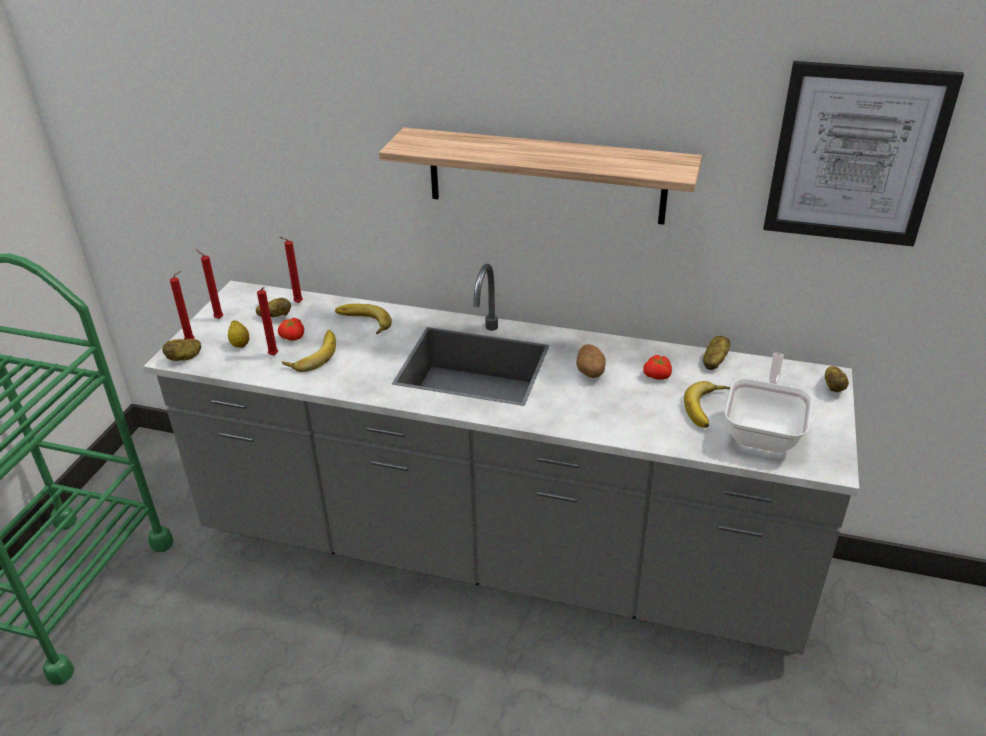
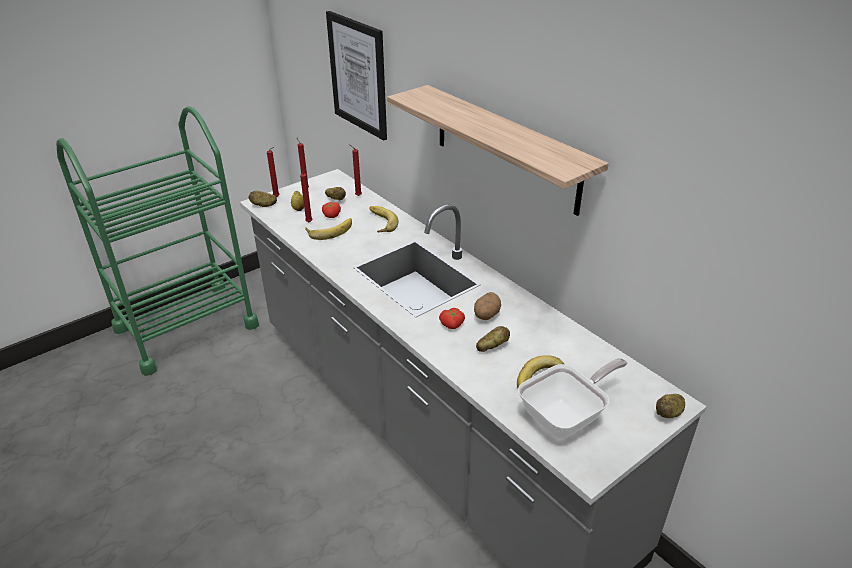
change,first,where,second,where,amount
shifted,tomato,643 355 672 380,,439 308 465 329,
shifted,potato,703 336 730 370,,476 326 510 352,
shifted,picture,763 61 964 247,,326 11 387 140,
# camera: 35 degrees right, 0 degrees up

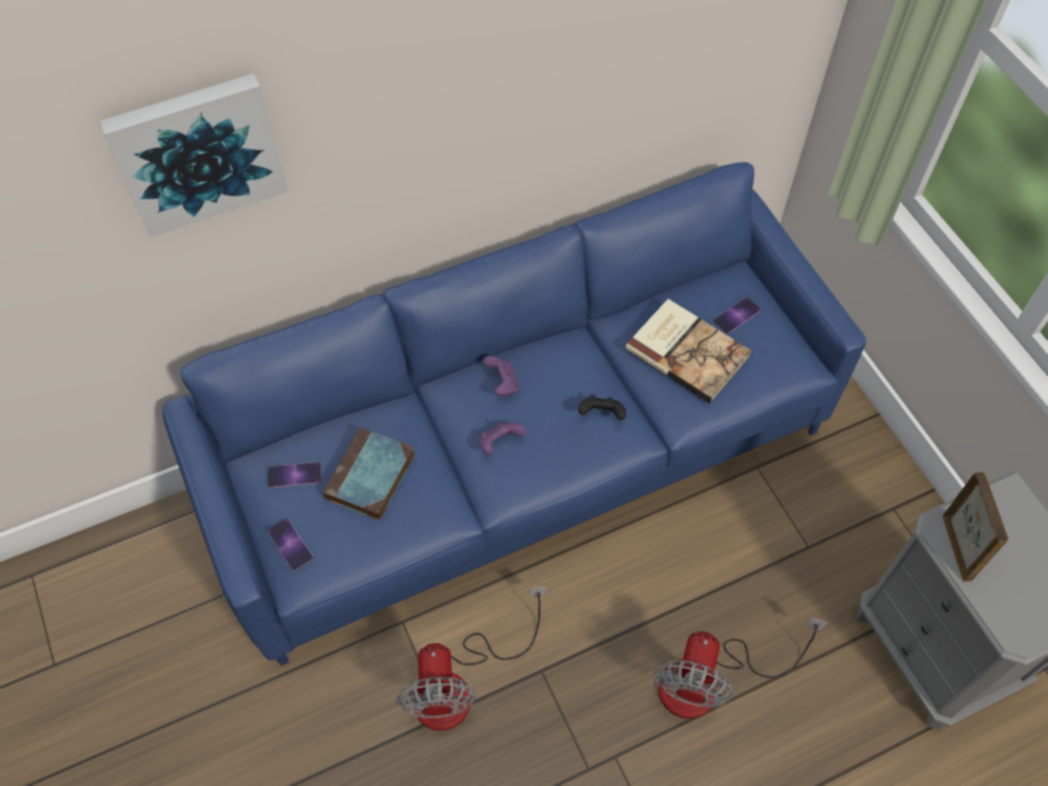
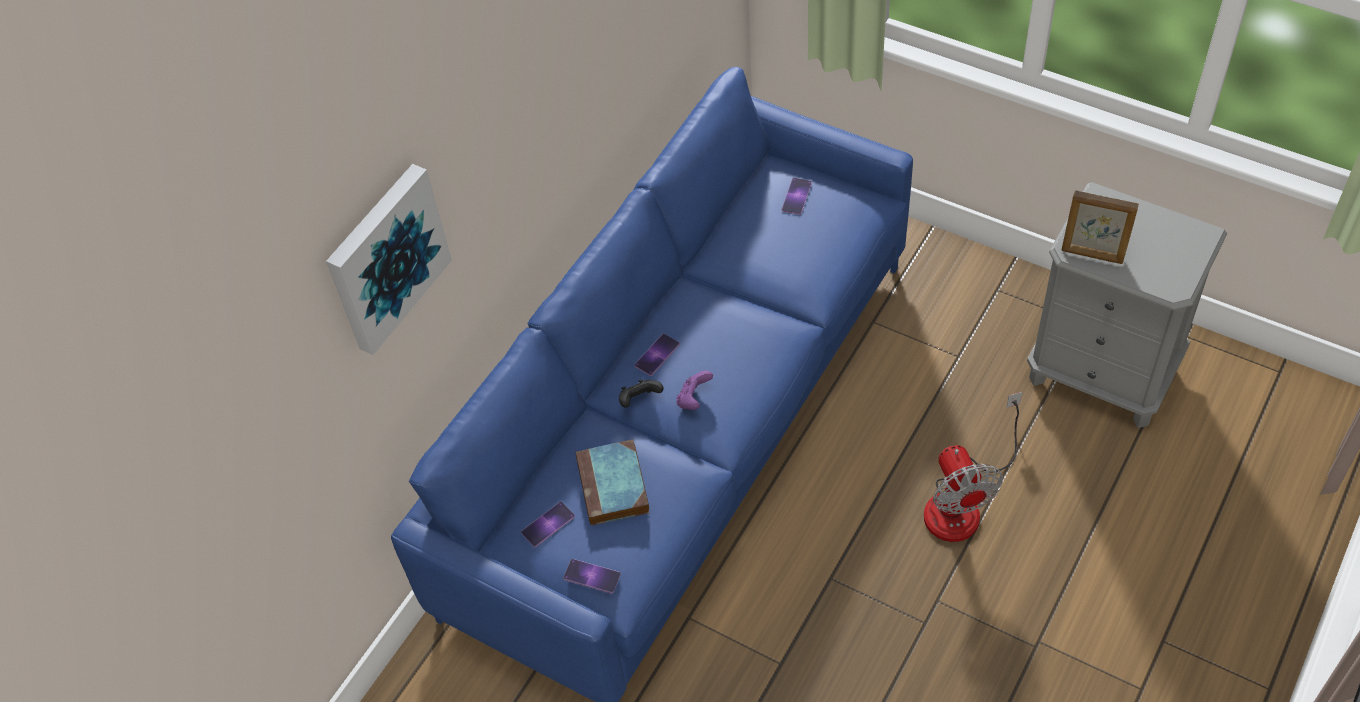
change,first,where,second,where,amount
gone,fan,396 587 546 731,,,
gone,book,626 299 752 404,,,
shifted,black game controller,578 395 626 420,,619 379 664 408,
swapped,purple game controller,483 356 519 396,phone,635 334 680 376,
rotated,picture frame,942 472 1008 582,,1062 190 1139 264,150 degrees clockwise
# camera: 30 degrees left, 5 degrees down

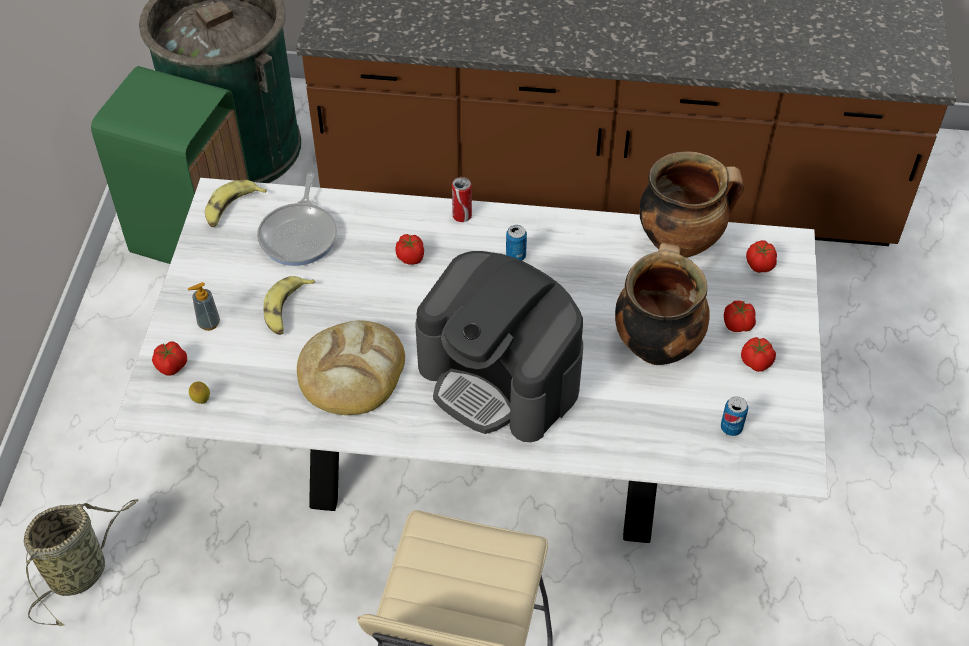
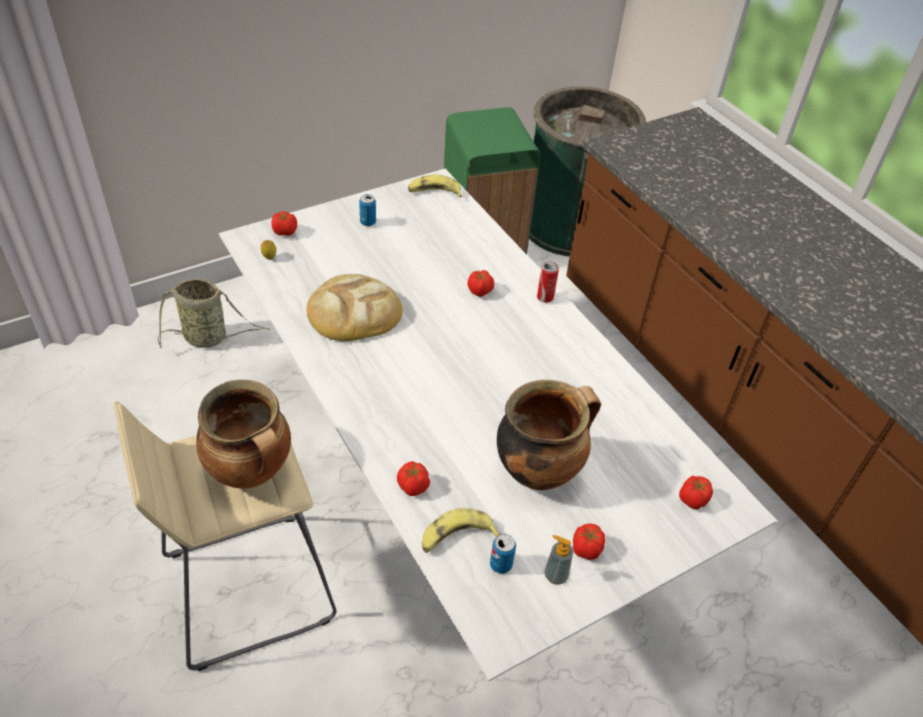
change,first,where,second,where,amount
gone,frying pan,257 173 337 266,,,
gone,coffee machine,415 251 583 442,,,
shifted,soap dispenser,188 282 220 331,,544 535 573 585,
shifted,banana,264 276 315 335,,422 508 501 553,
shifted,can,506 225 527 261,,359 194 376 226,
shifted,cooking pot,639 151 744 258,,196 380 291 489,
shifted,tomato,724 300 756 332,,397 461 430 496,
# camera: 50 degrees right, 5 degrees down

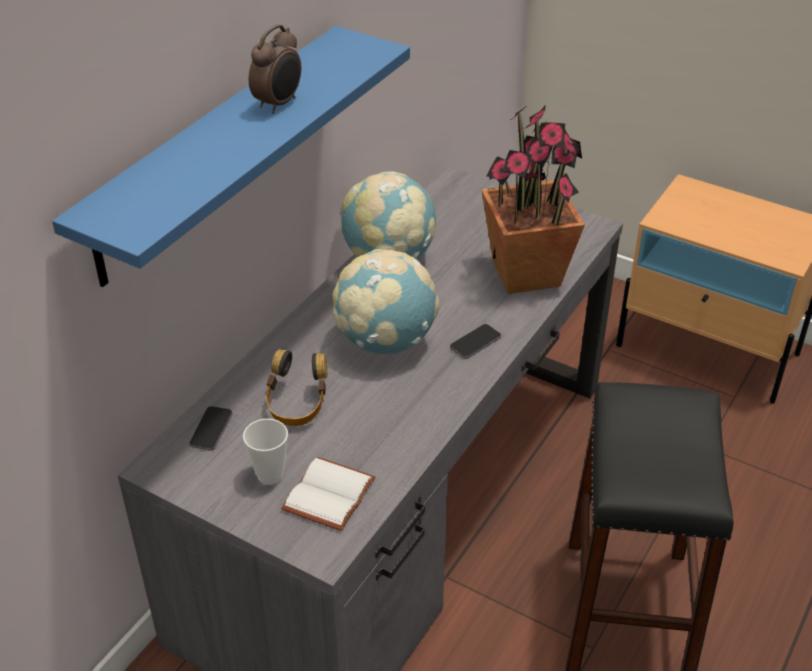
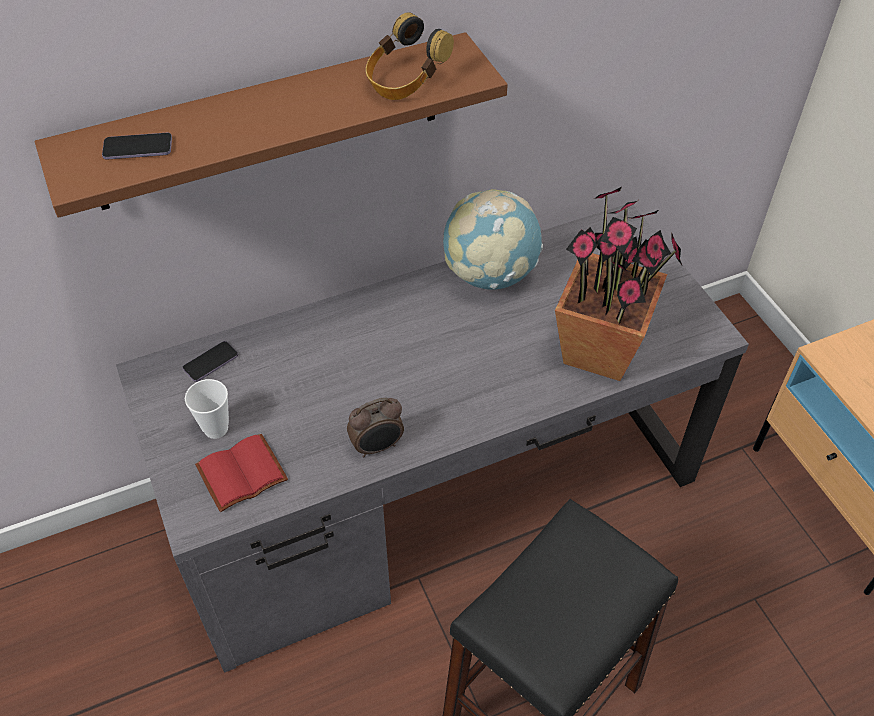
change,first,where,second,where,amount
gone,globe,333 249 439 354,,,
shifted,alarm clock,249 24 301 114,,347 398 404 458,
shifted,headphones,265 349 327 426,,365 12 454 100,
shifted,phone,450 324 501 358,,102 133 172 160,
repainted,blue shelf,52 26 410 287,brown shelf,35 32 508 218,
repainted,white book,281 457 375 531,red book,195 434 288 512,
# camera: 35 degrees right, 10 degrees up

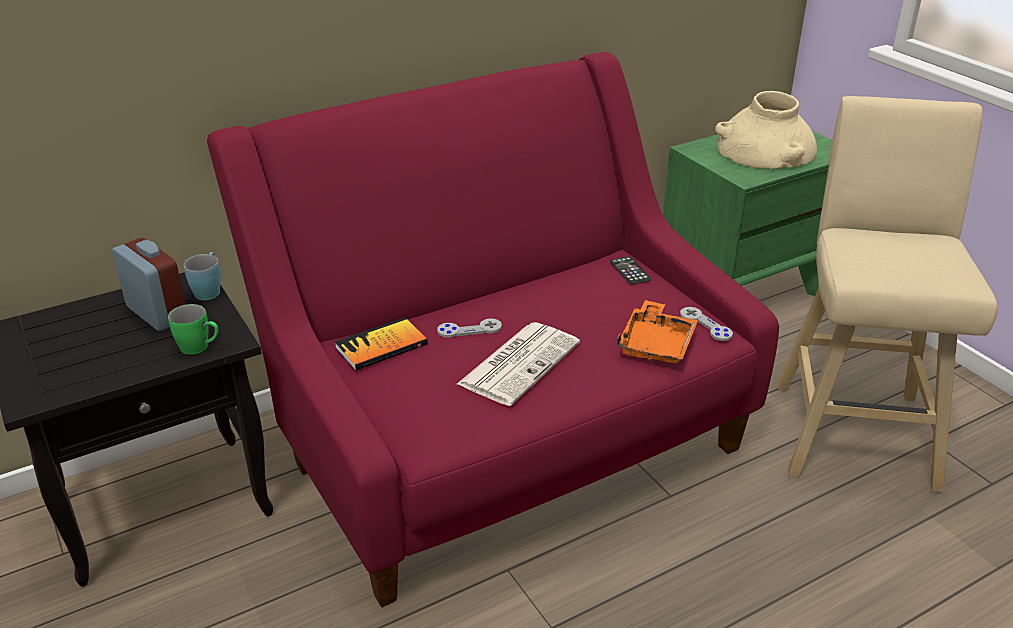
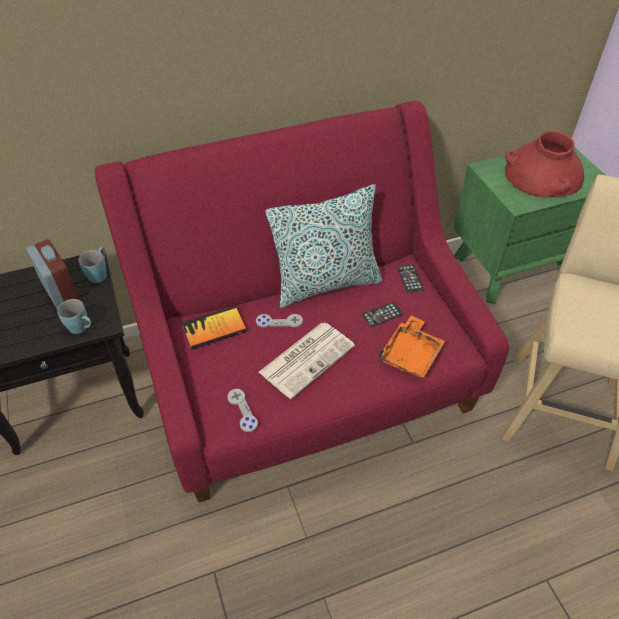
change,first,where,second,where,amount
new,,,pillow,265 184 382 308,
new,,,phone,362 302 403 327,
shifted,grey game controller,680 307 733 341,,227 389 258 432,
repainted,green mug,168 304 219 355,blue mug,57 299 91 334,
repainted,beige vase,715 91 817 169,red vase,505 131 584 198,
# camera: 10 degrees right, 15 degrees up

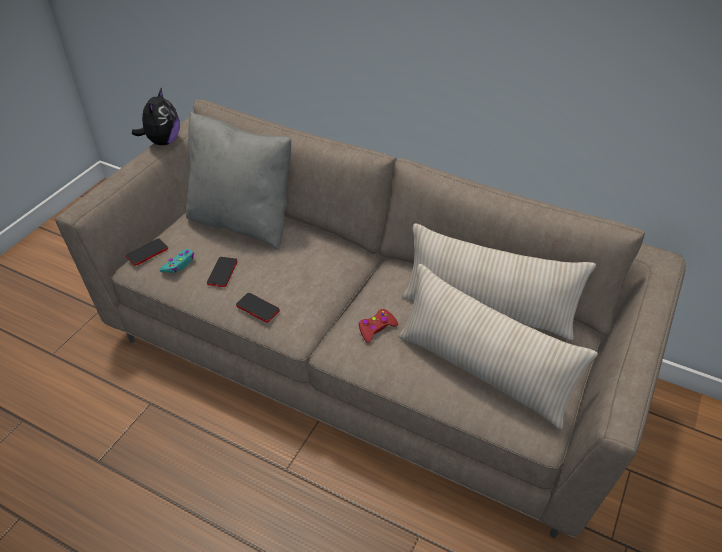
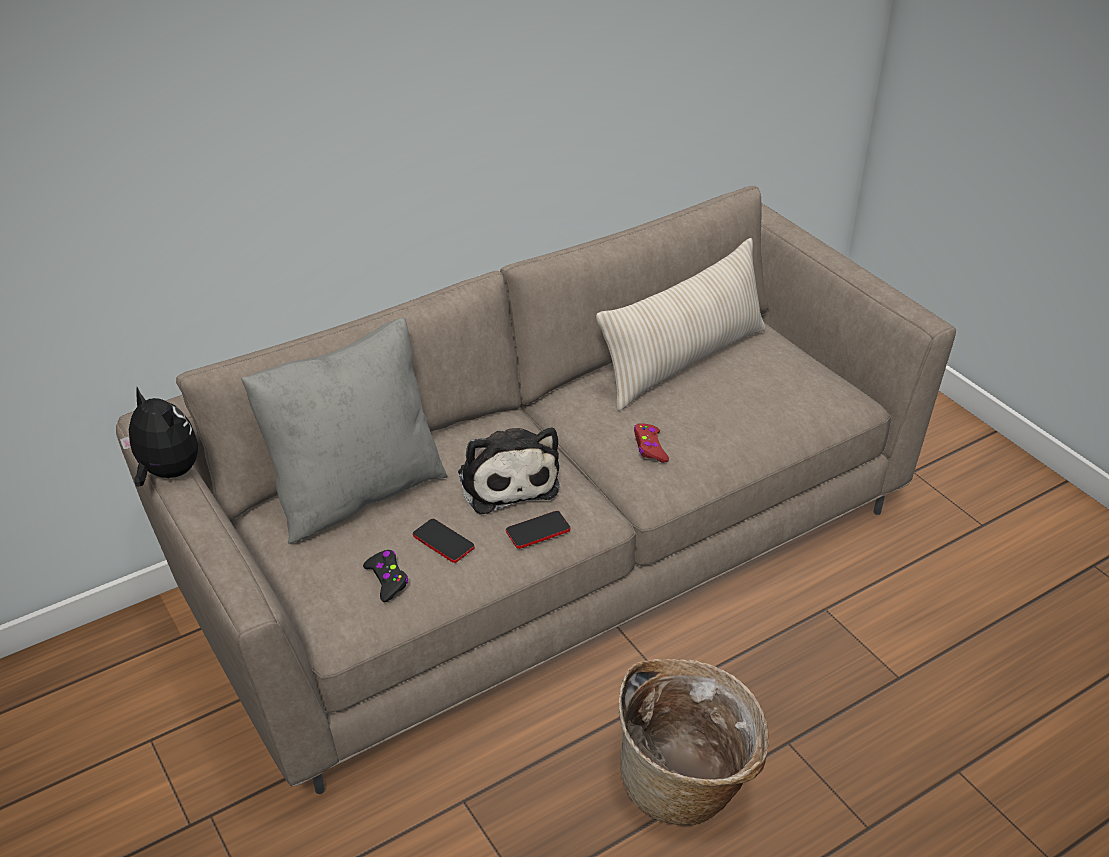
change,first,where,second,where,amount
gone,phone,126 238 168 266,,,
gone,beige pillow,398 264 598 429,,,
new,,,plush toy,458 427 560 515,
new,,,basket,619 659 769 826,
repainted,turquoise game controller,159 249 194 273,black game controller,363 550 408 602,
# camera: 60 degrees left, 5 degrees down

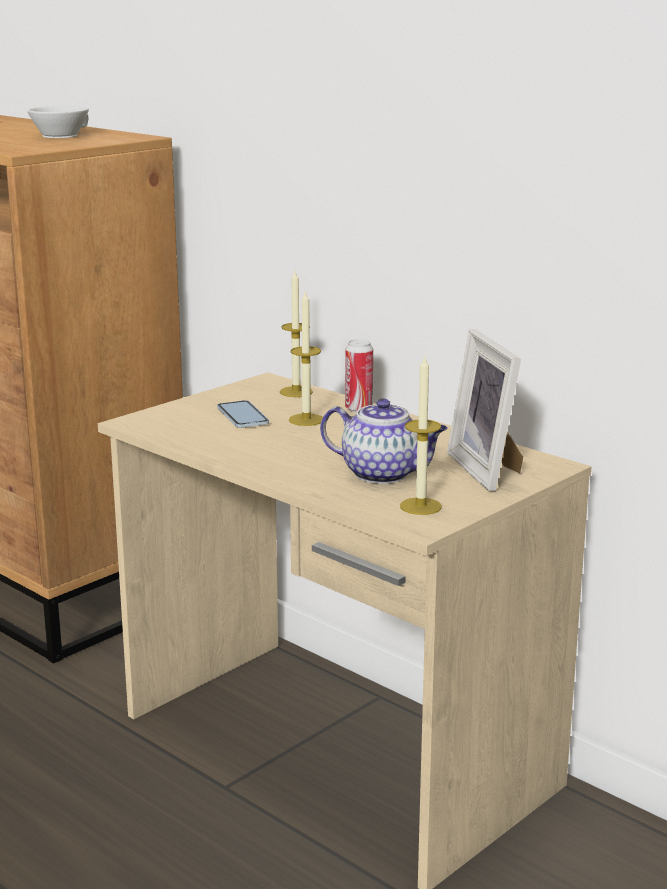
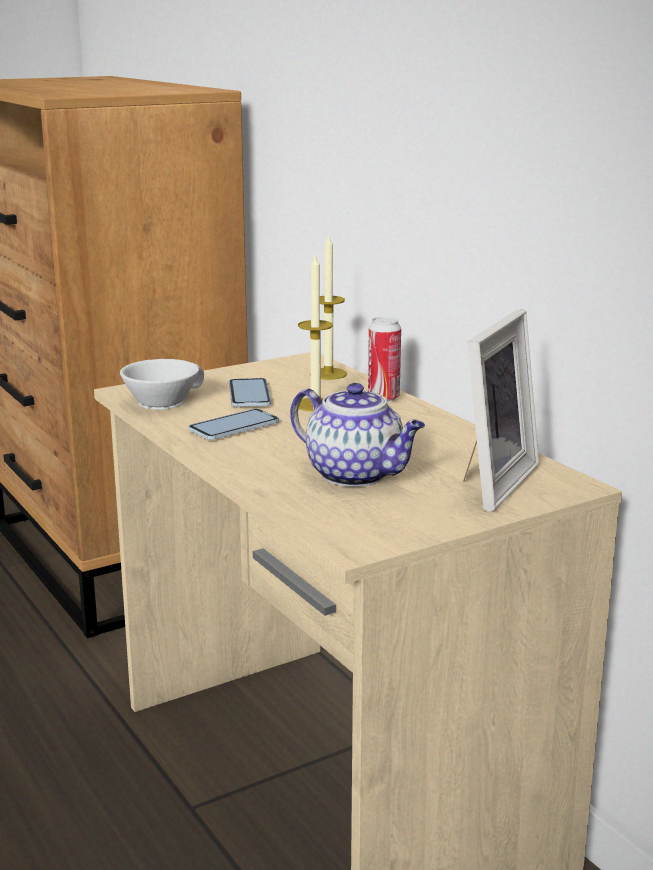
change,first,where,second,where,amount
gone,candle,400 355 442 515,,,
new,,,phone,189 409 279 440,
shifted,white cup,27 106 89 138,,120 359 204 410,
rotated,picture frame,447 329 523 491,,463 310 539 511,150 degrees counterclockwise
# camera: 15 degrees right, 0 degrees up

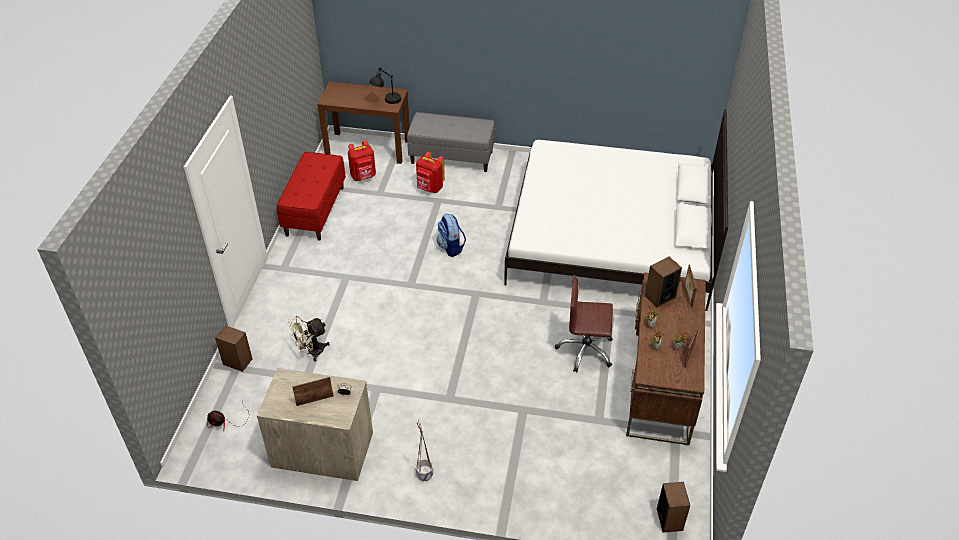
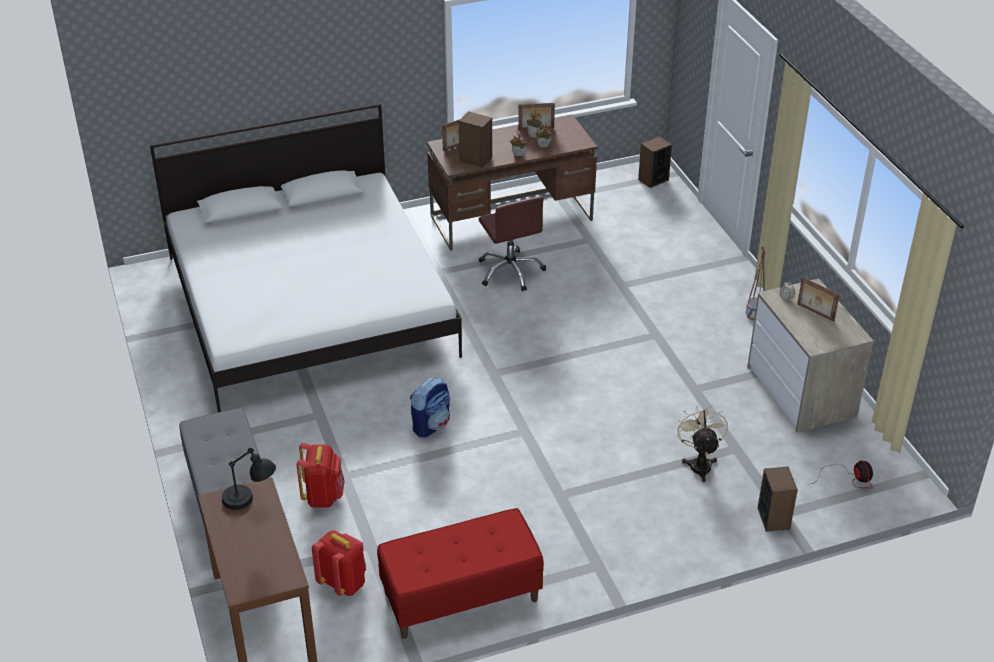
change,first,where,second,where,amount
rotated,beige fan,288 316 330 362,,677 405 728 482,120 degrees counterclockwise
# camera: 120 degrees left, 5 degrees down

